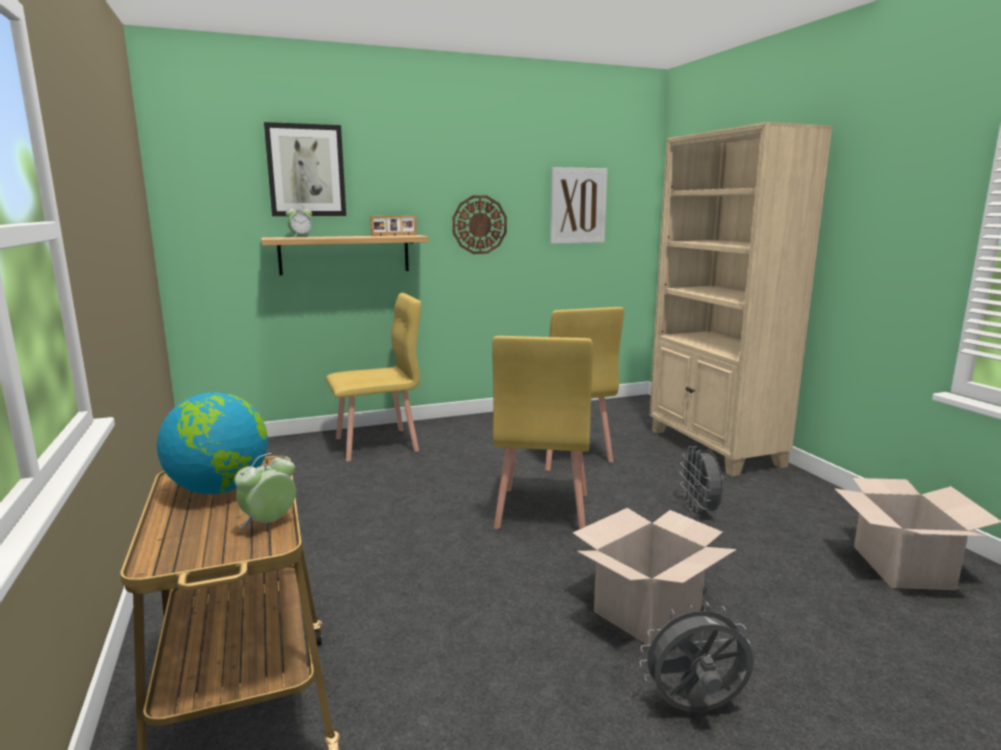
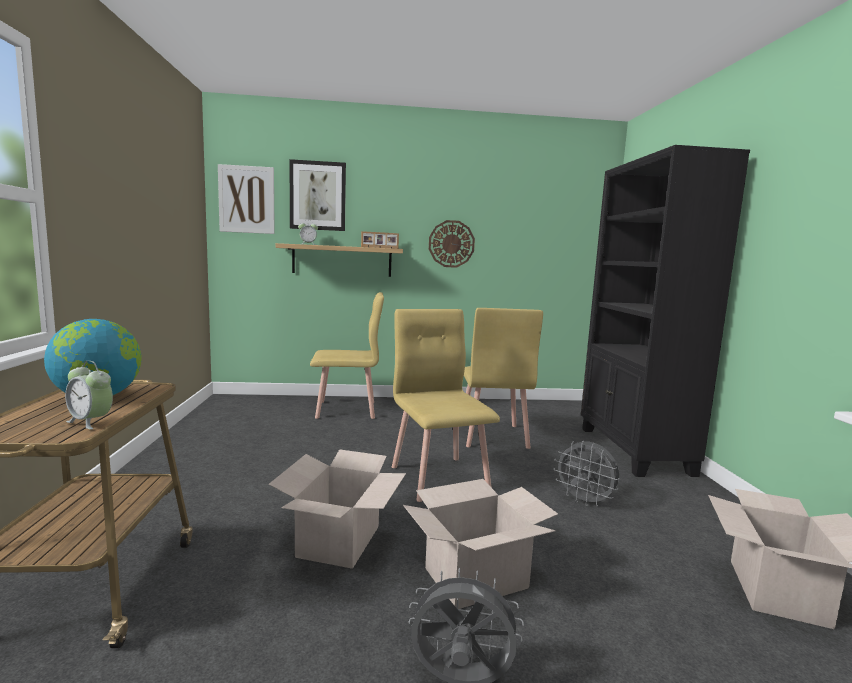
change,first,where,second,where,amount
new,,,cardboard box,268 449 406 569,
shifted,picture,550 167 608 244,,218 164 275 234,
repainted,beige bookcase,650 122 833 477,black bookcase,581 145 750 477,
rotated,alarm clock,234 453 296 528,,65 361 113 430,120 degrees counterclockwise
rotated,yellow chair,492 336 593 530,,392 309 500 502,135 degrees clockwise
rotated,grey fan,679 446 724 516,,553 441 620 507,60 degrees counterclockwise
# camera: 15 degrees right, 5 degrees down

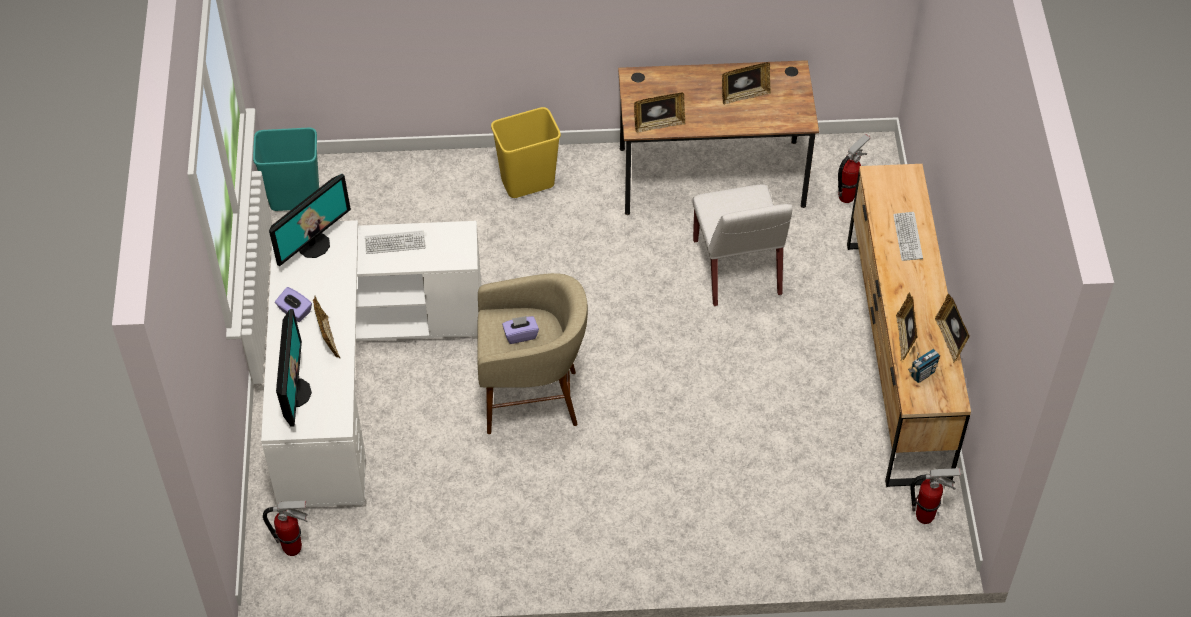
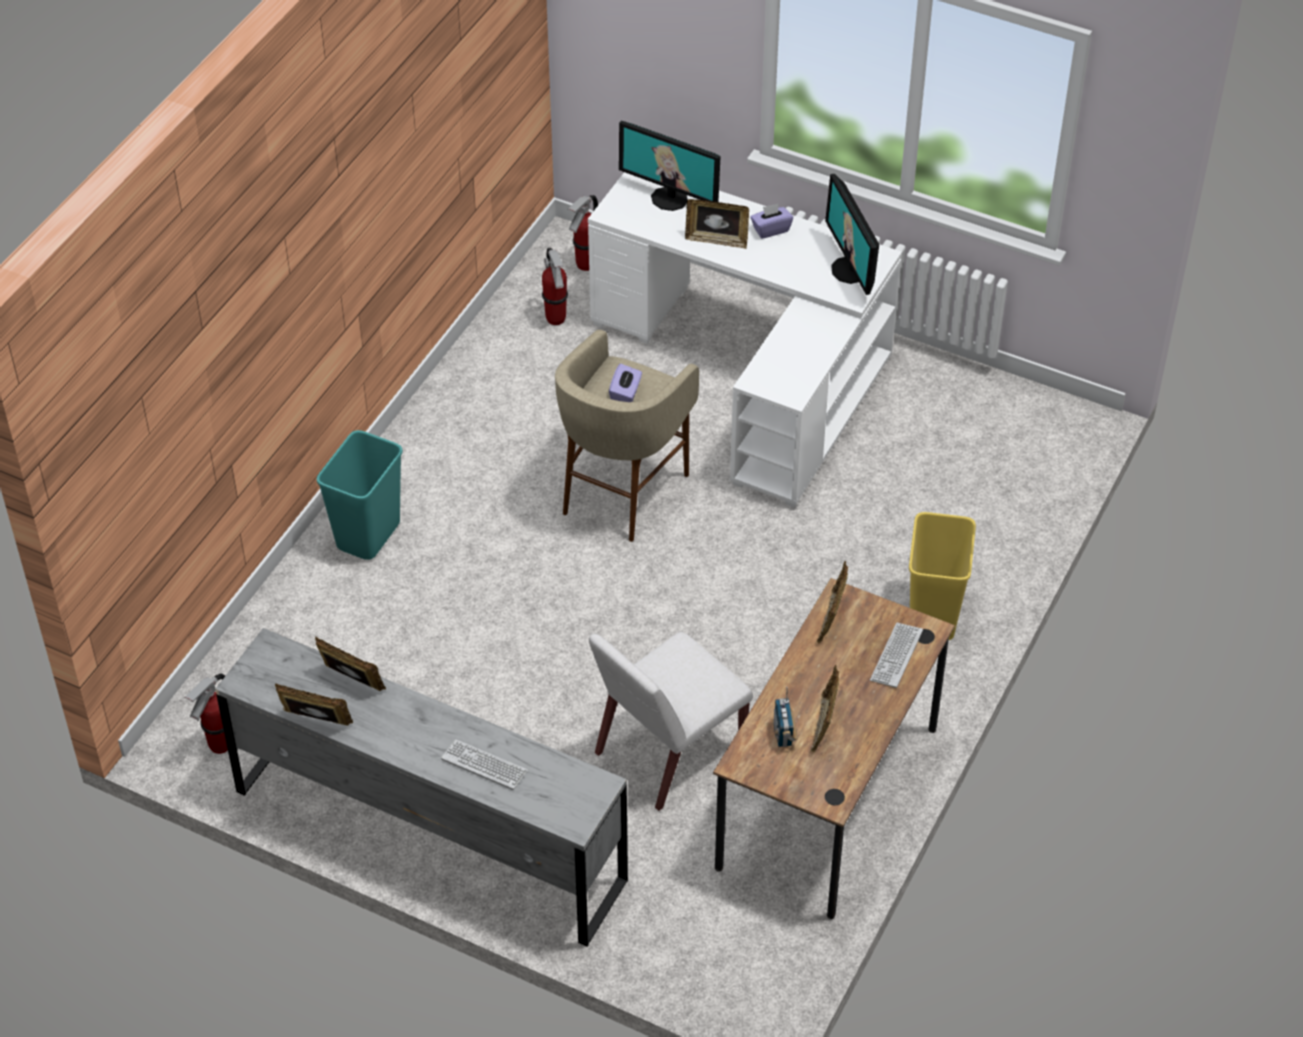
change,first,where,second,where,amount
shifted,turquoise trash can,253 128 319 211,,317 430 403 560,
shifted,keyboard,365 230 426 254,,870 623 923 688,
shifted,fire extinguisher,838 133 871 203,,542 248 568 325,
shifted,radio,908 349 940 383,,773 687 798 747,
repainted,brown dresser,847 164 971 487,grey dresser,215 628 628 947,
rotated,white chair,692 184 792 306,,589 631 753 811,60 degrees counterclockwise
# camera: 120 degrees right, 5 degrees down

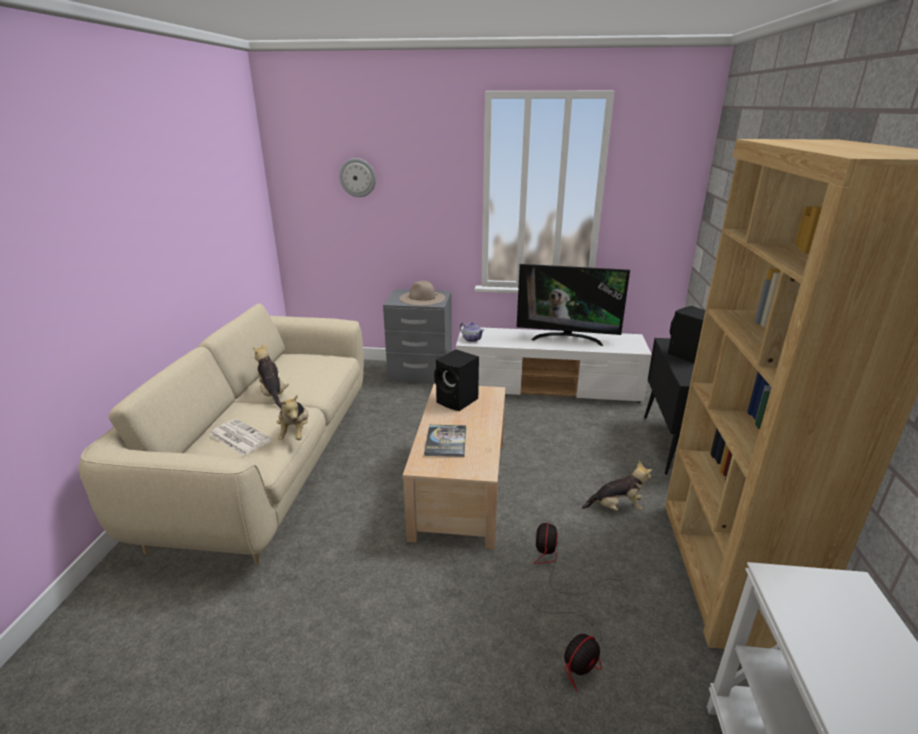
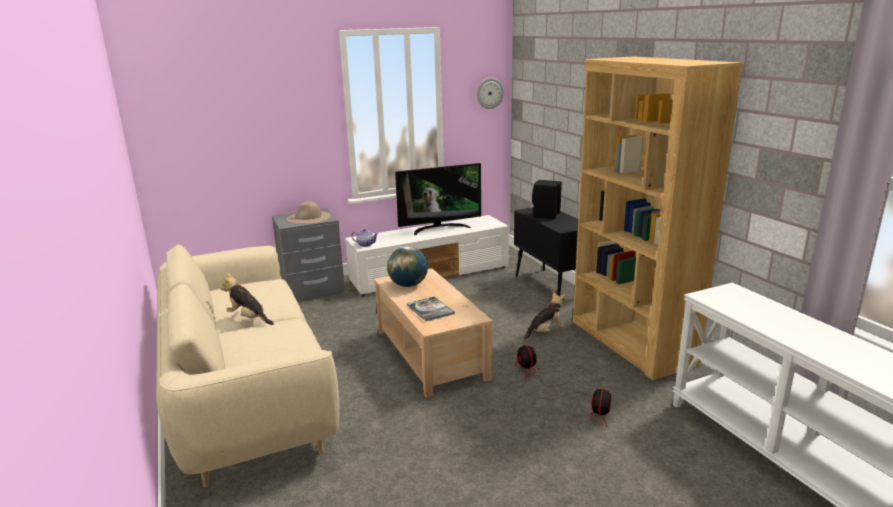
change,first,where,second,where,amount
gone,newspaper,209 419 272 456,,,
gone,plush toy,277 394 308 440,,,
shifted,wall clock,339 158 376 197,,477 77 504 109,
swapped,black speaker,434 349 479 411,globe,387 246 428 287,
# camera: 30 degrees left, 5 degrees down

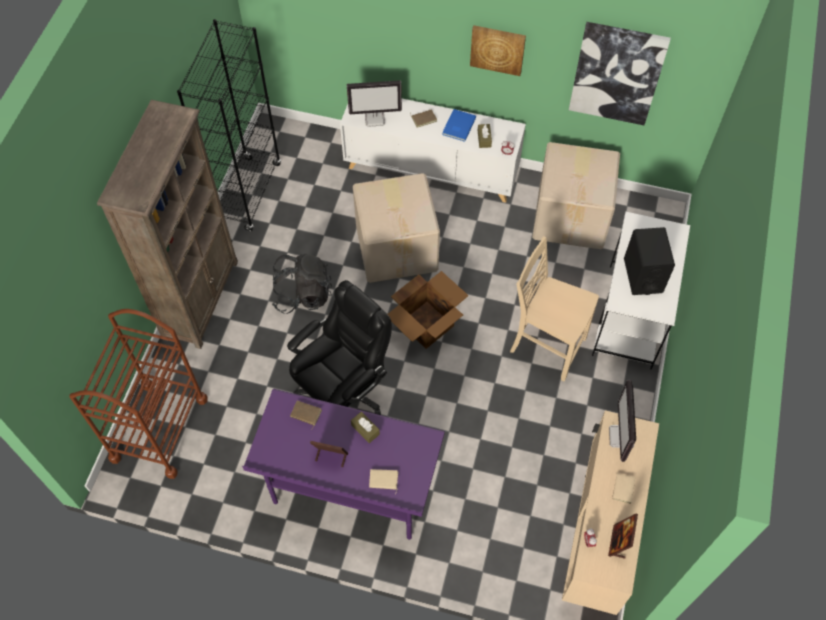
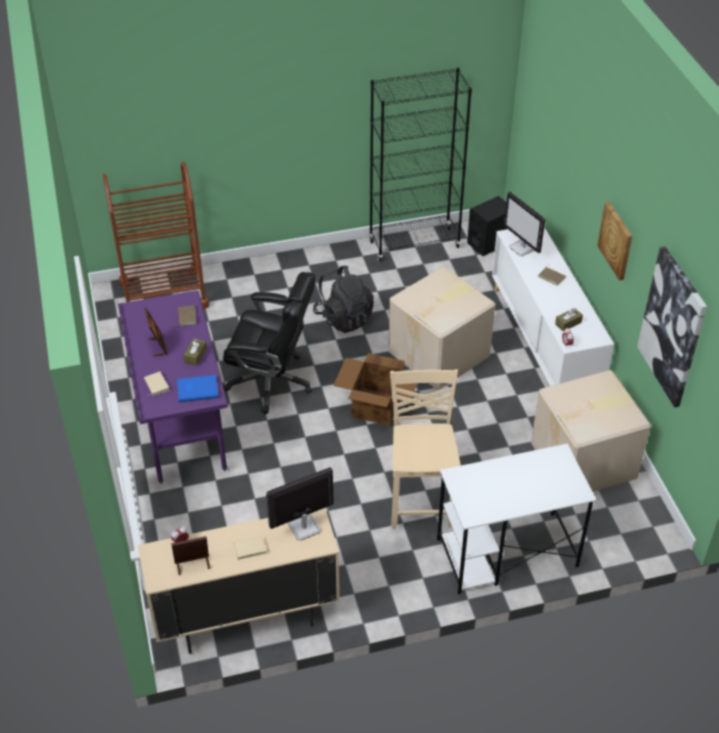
change,first,where,second,where,amount
gone,brown bookcase,97 100 238 349,,,
shifted,blue book,442 109 476 142,,177 375 218 402,
shifted,black speaker,624 227 675 295,,467 196 507 256,
# camera: 60 degrees right, 15 degrees down

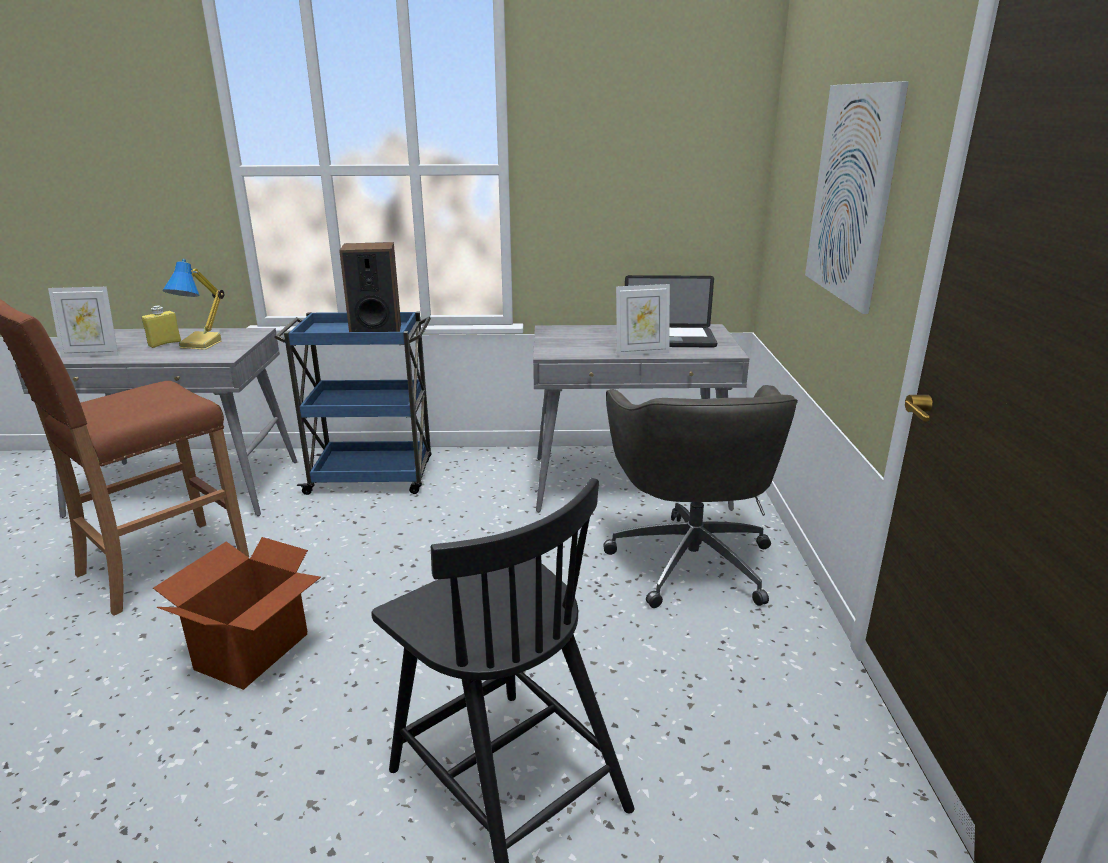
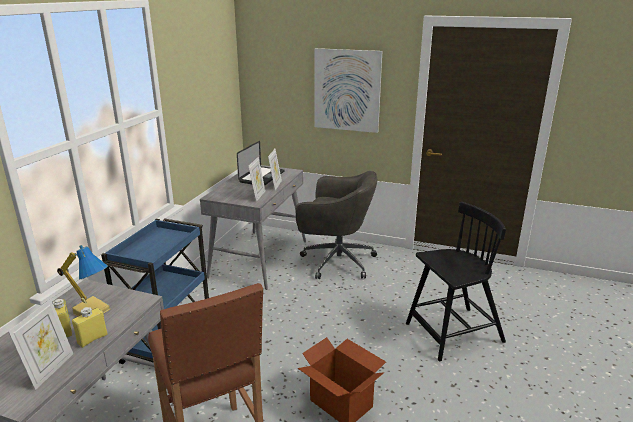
change,first,where,second,where,amount
gone,speaker,339 242 401 332,,,
new,,,yellow bottle,72 307 108 348,
new,,,picture frame,248 157 266 202,
# camera: 70 degrees left, 0 degrees up

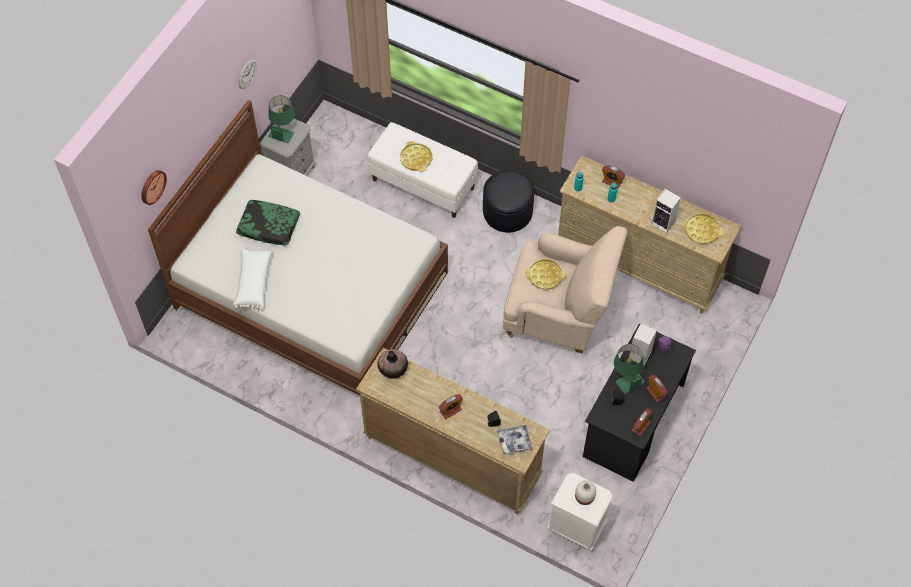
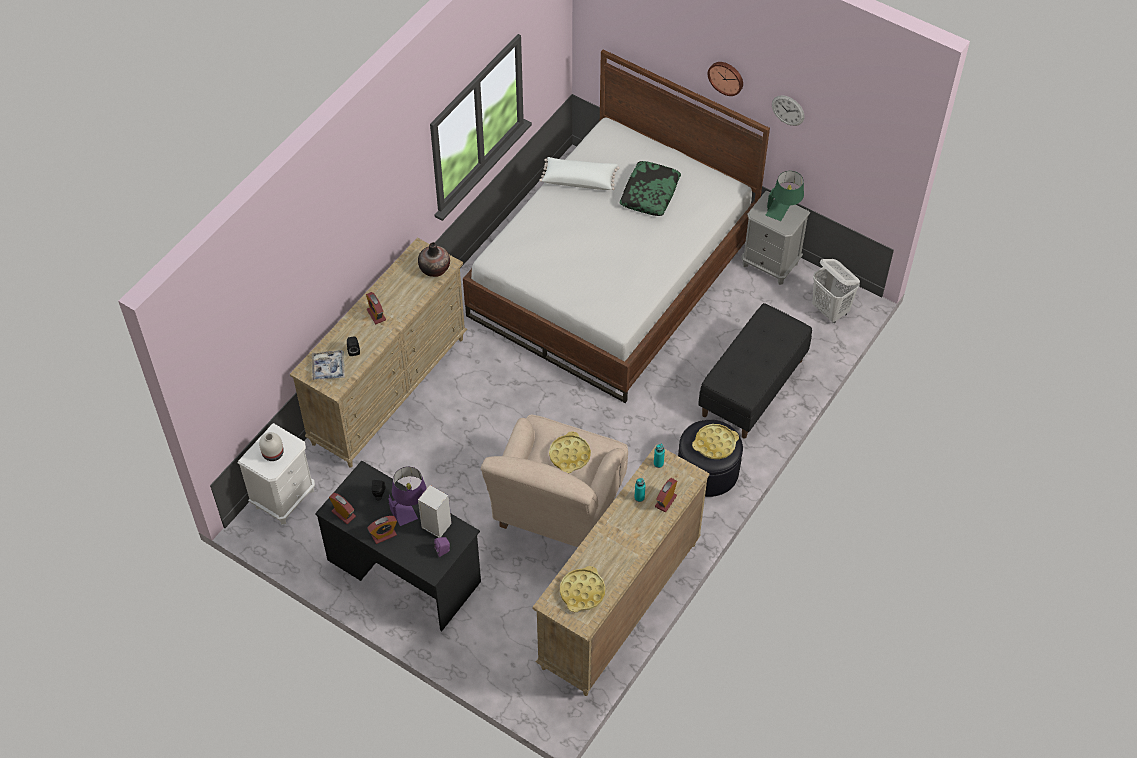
change,first,where,second,where,amount
gone,speaker,651 189 681 233,,,
new,,,white laundry basket,812 259 860 323,
shifted,wall clock,141 170 167 205,,708 62 743 96,
shifted,yellow tray,400 141 432 172,,692 424 739 459,
repainted,white bench,367 122 478 218,black bench,698 303 812 439,
repainted,green table lamp,614 344 645 394,purple table lamp,388 467 427 526,
# camera: 95 degrees right, 5 degrees down

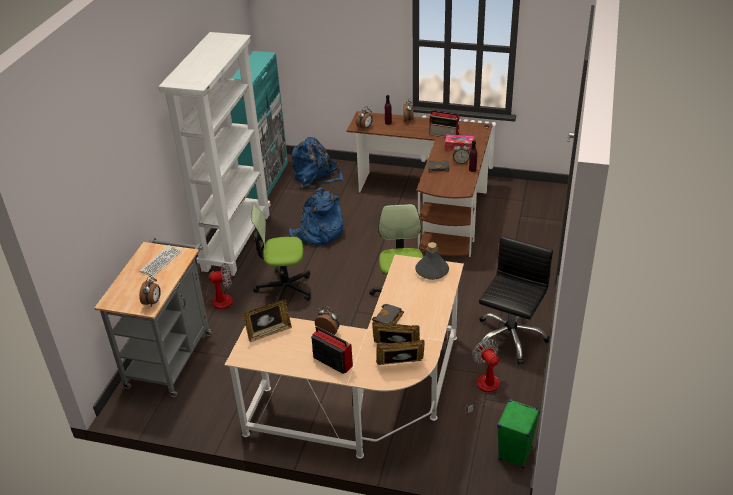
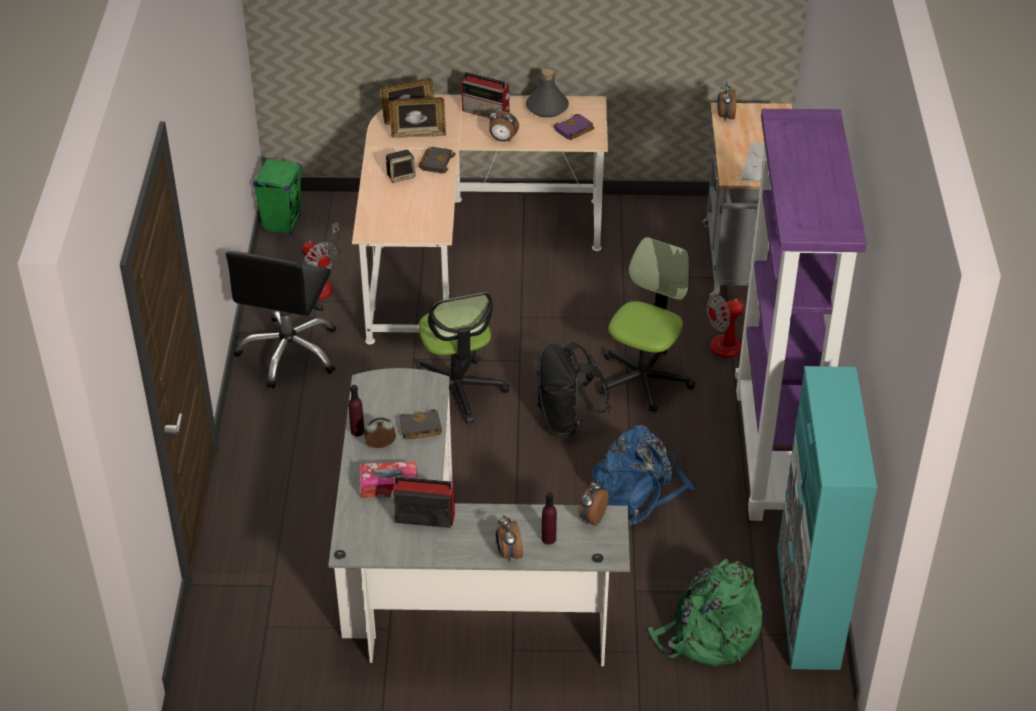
change,first,where,second,where,amount
new,,,speaker,386 150 416 183,
new,,,black backpack,537 342 611 438,
shifted,grey bottle,415 242 449 280,,526 69 569 117,
swapped,picture frame,243 299 292 342,purple book,553 114 594 140,
repainted,white bookcase,158 32 270 276,purple bookcase,735 109 867 521,
repainted,blue backpack,292 137 343 188,green backpack,647 559 763 667,
repainted,brown desk,347 111 493 257,grey desk,328 368 630 666,
rotated,office chair,251 205 311 302,,599 237 695 413,45 degrees counterclockwise
# camera: 165 degrees right, 5 degrees up

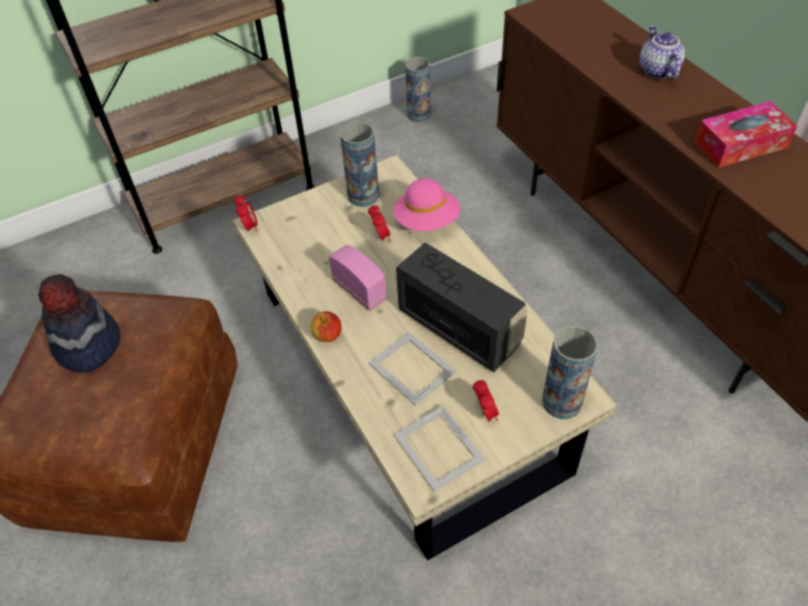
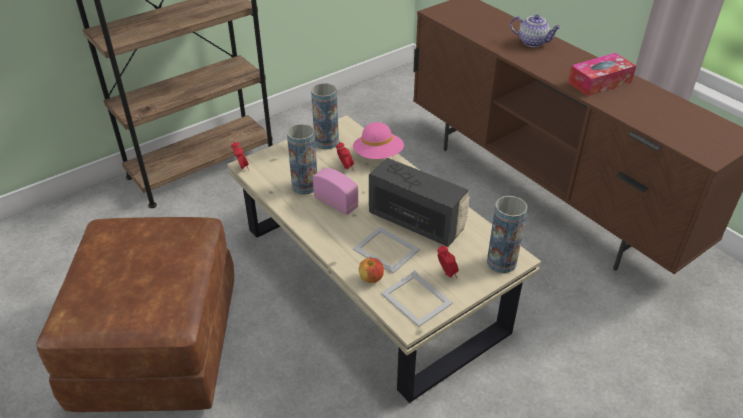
change,first,where,second,where,amount
gone,hat,38 274 120 372,,,
shifted,apple,311 311 342 342,,359 258 384 283,
shifted,vase,405 57 430 122,,287 124 317 194,
rotated,teapot,640 25 685 79,,510 15 561 47,135 degrees clockwise
# camera: 10 degrees left, 10 degrees down

